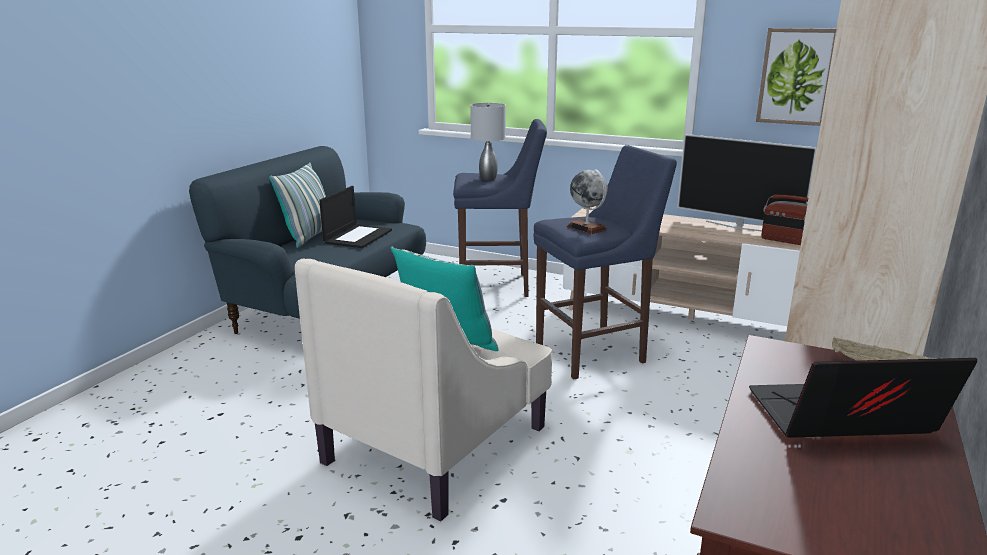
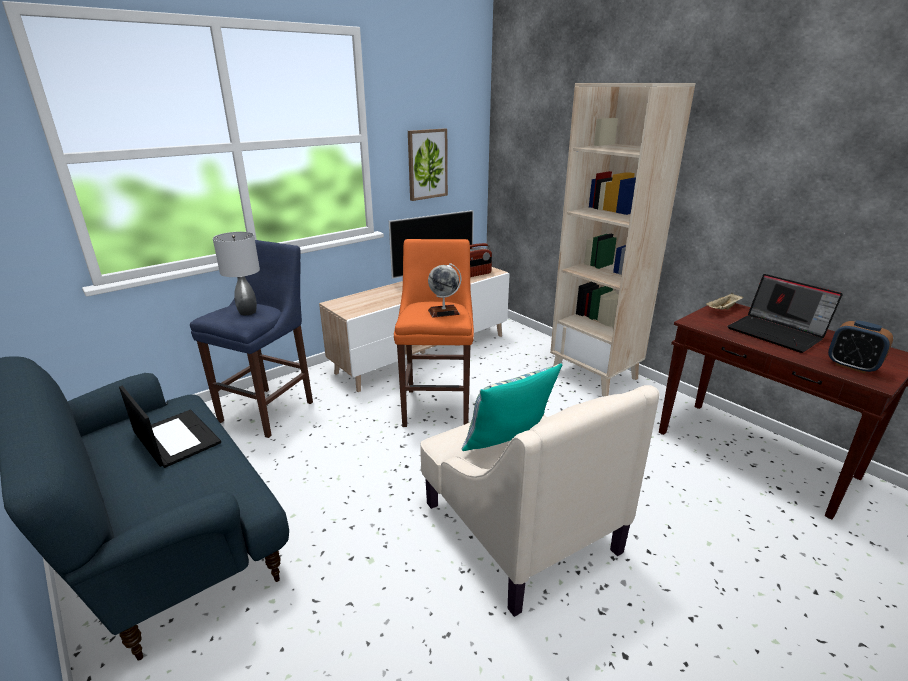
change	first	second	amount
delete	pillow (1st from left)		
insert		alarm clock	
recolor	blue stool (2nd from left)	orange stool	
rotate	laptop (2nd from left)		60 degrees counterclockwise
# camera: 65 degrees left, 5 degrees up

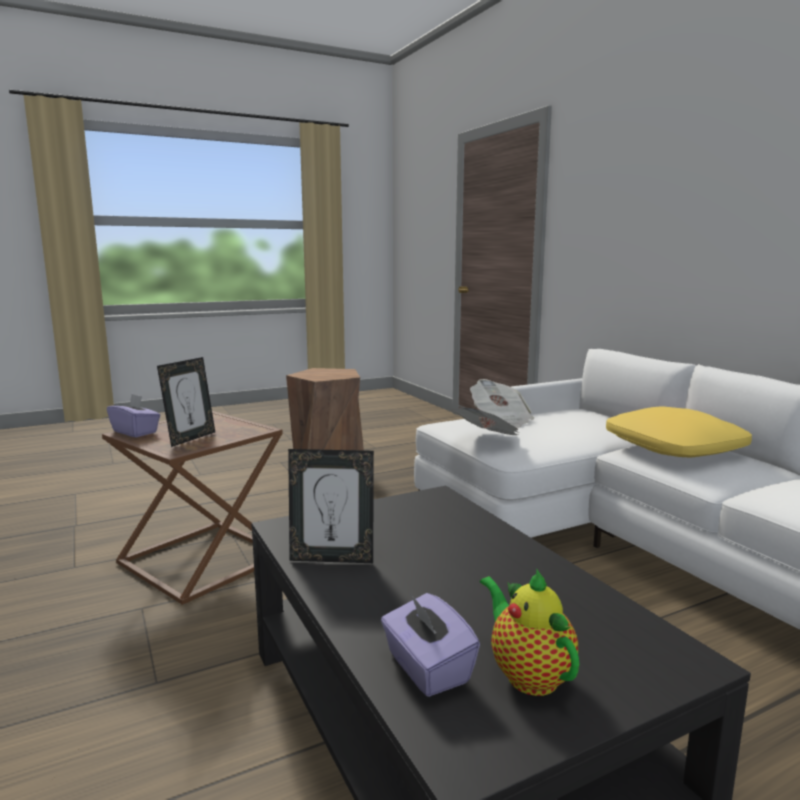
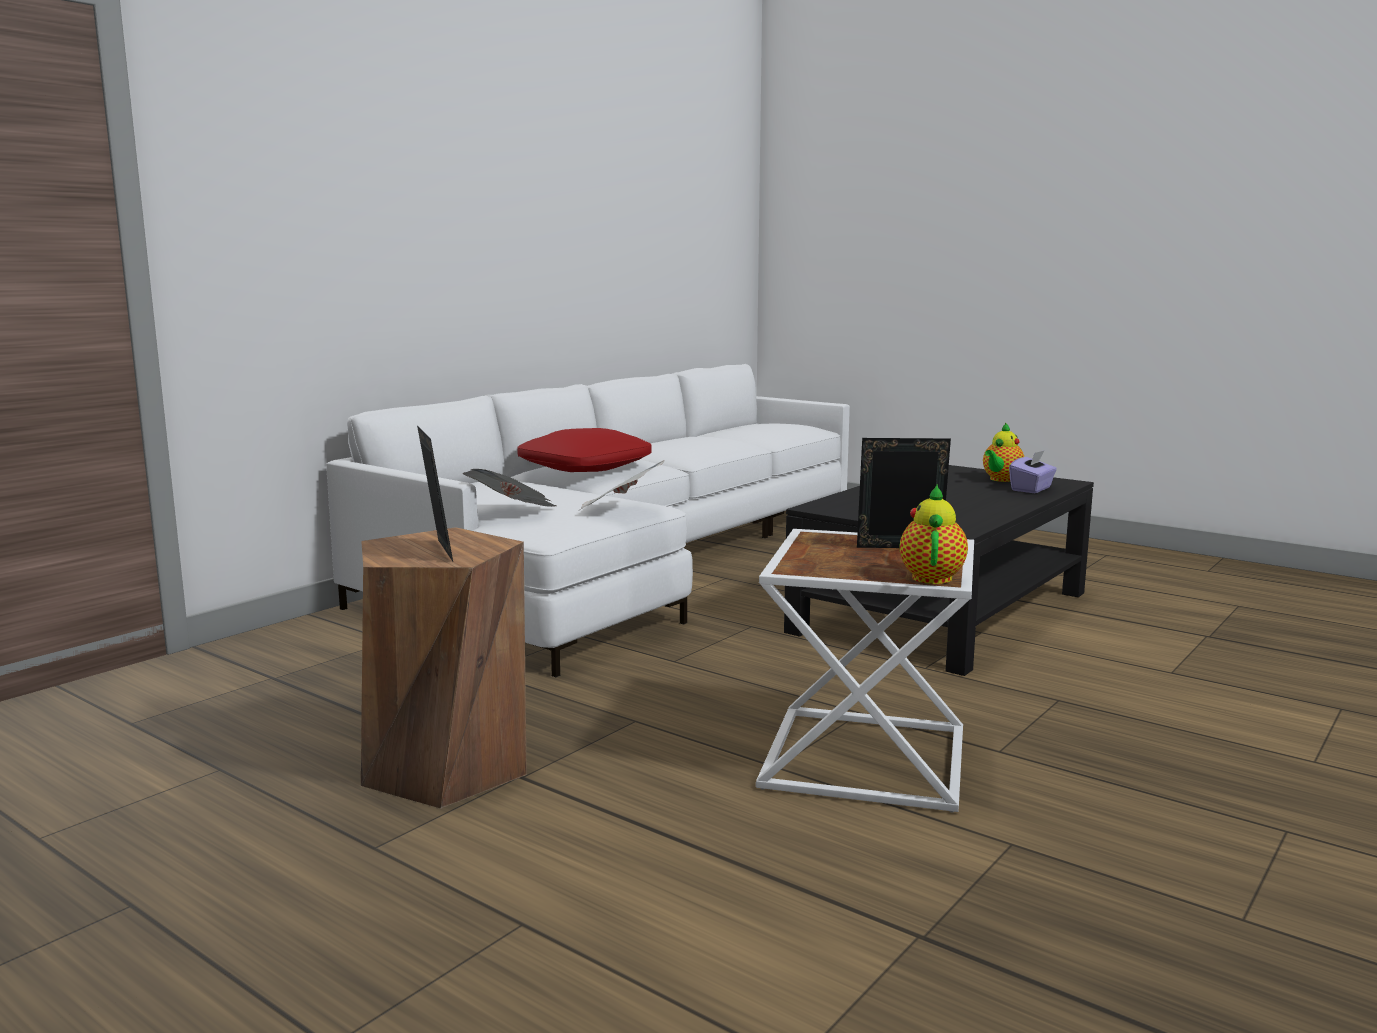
change	first	second	amount
move	picture frame (2nd from left in the first image)	picture frame (1st from left)	
replace	purple tissue box (1st from left)	teapot (1st from left)	
recolor	brown side table	white side table	
recolor	yellow pillow	red pillow	
# camera: 115 degrees left, 0 degrees up

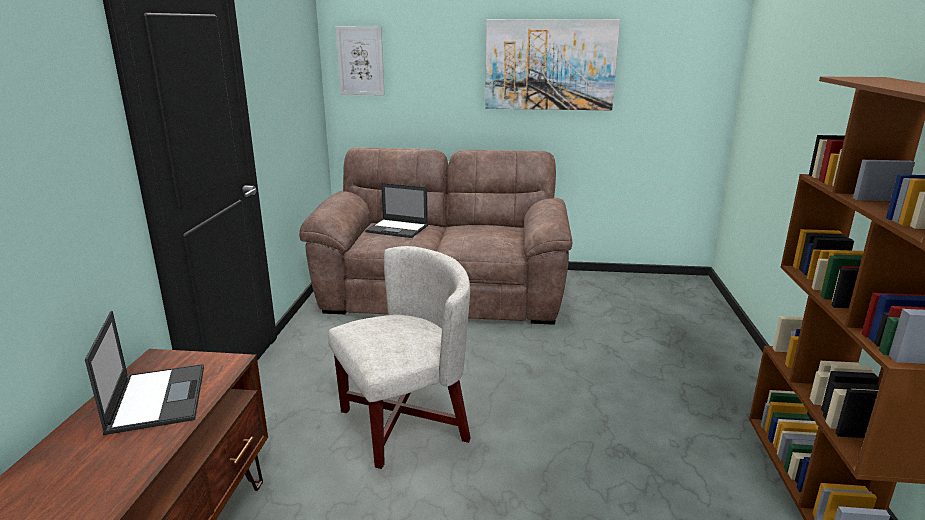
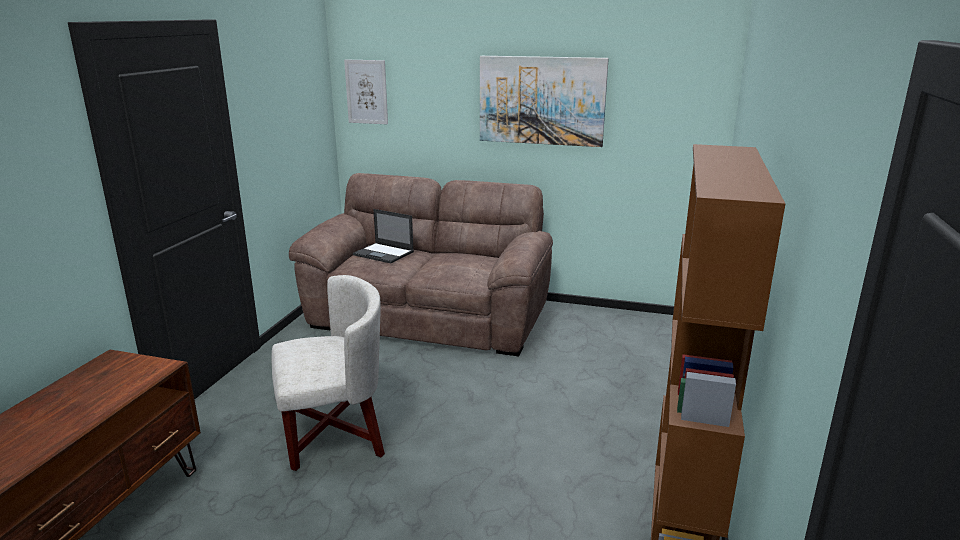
change	first	second	amount
delete	laptop (1st from left)		
# camera: 10 degrees right, 0 degrees up

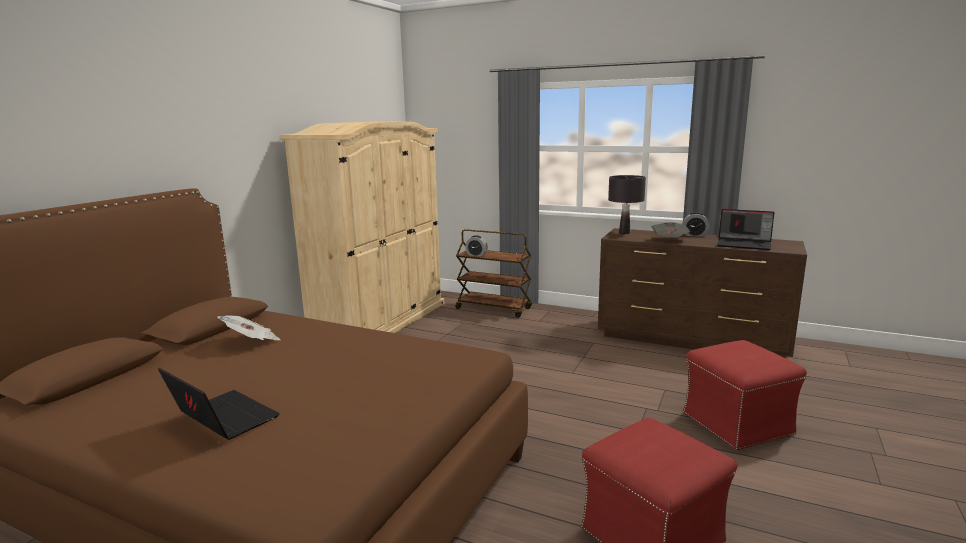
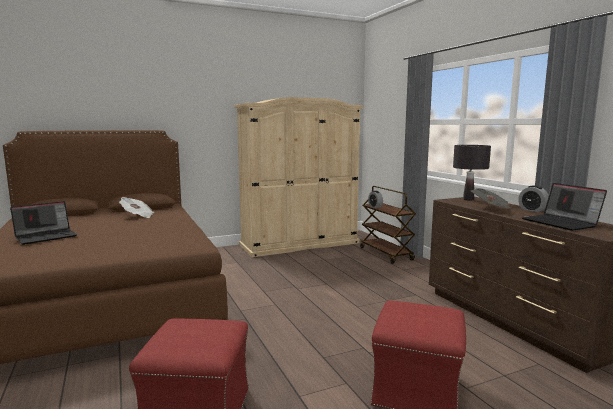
change	first	second	amount
rotate	laptop (1st from left)		60 degrees clockwise
# camera: 40 degrees right, 5 degrees down

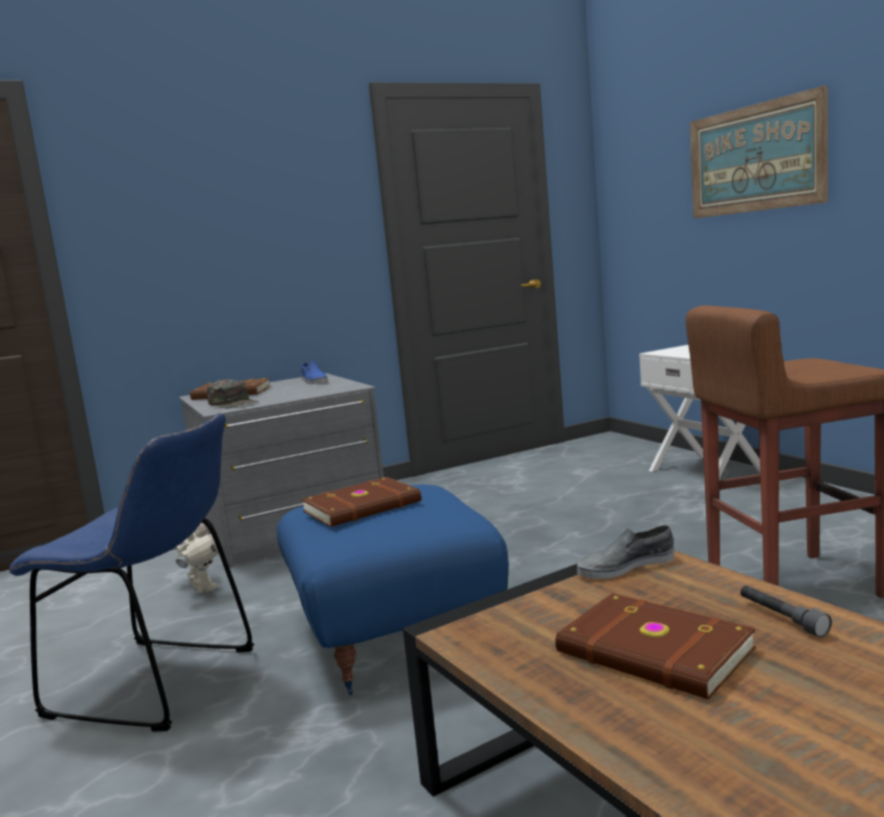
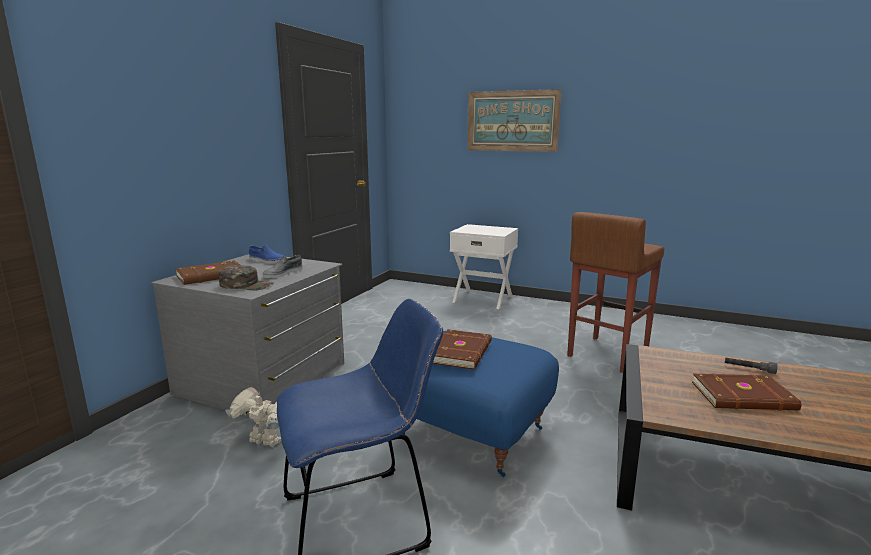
change	first	second	amount
move	grey shoe		
# camera: 40 degrees left, 5 degrees up

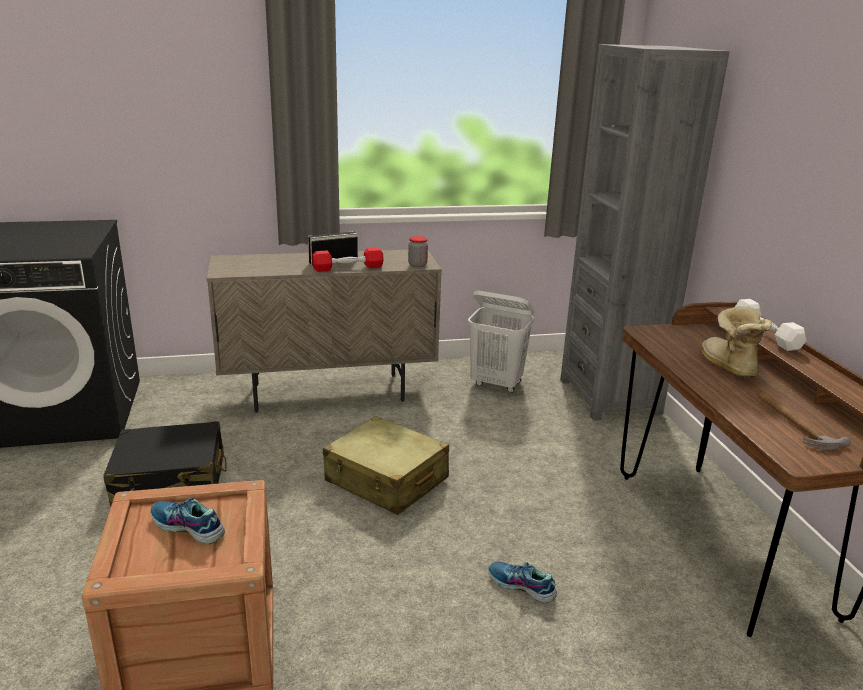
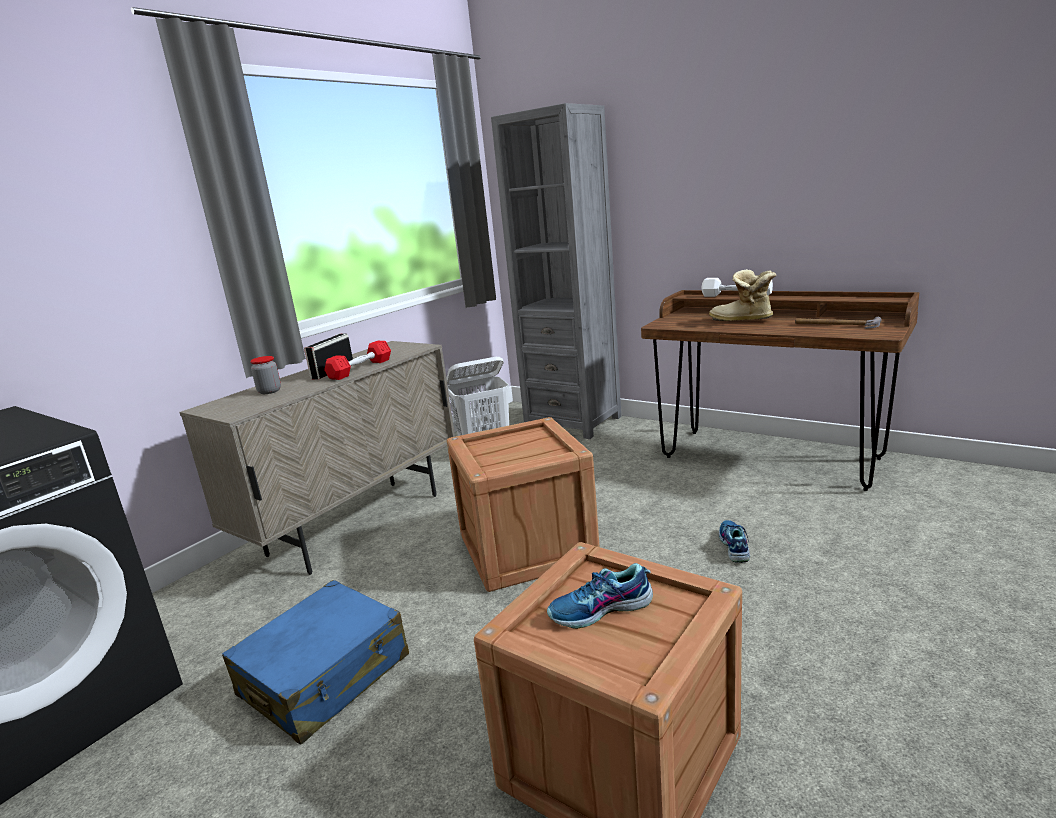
change	first	second	amount
move	jar		
replace	beige suitcase	crate (1st from left)	
recolor	black suitcase	blue suitcase	
rotate	shoe (2nd from left)		105 degrees clockwise
# camera: 40 degrees left, 5 degrees down

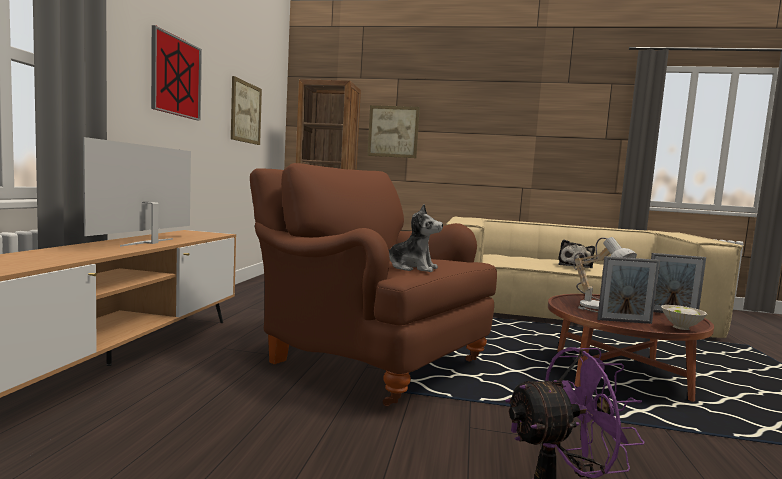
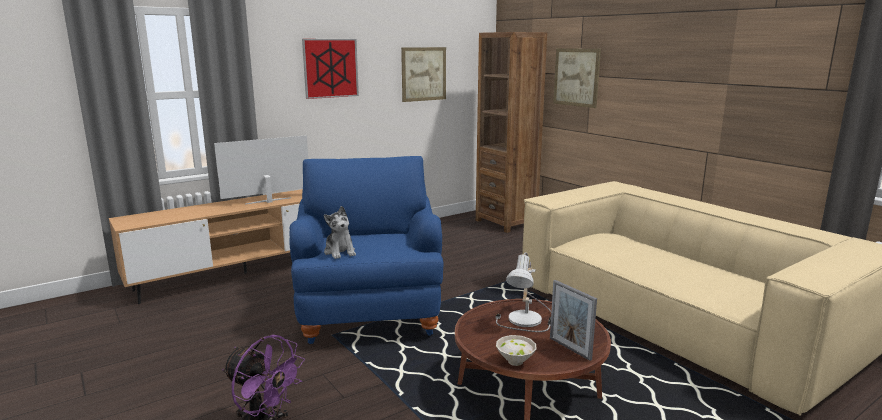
change	first	second	amount
delete	plush toy (2nd from left)		
delete	picture frame (1st from left)		
recolor	brown armchair	blue armchair	
# camera: 45 degrees right, 10 degrees up

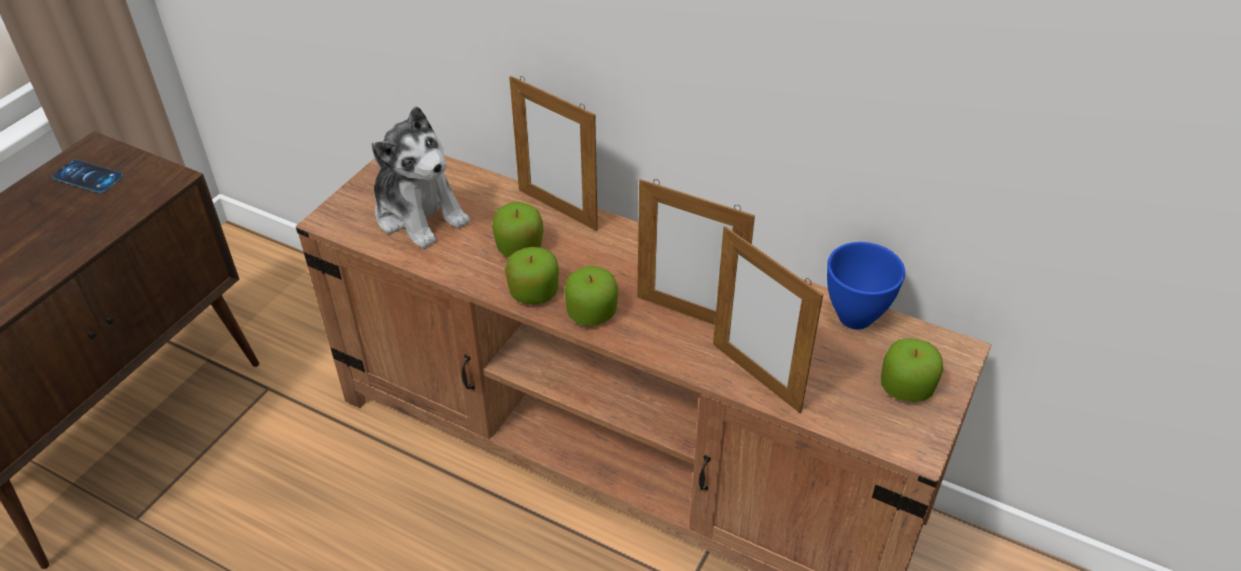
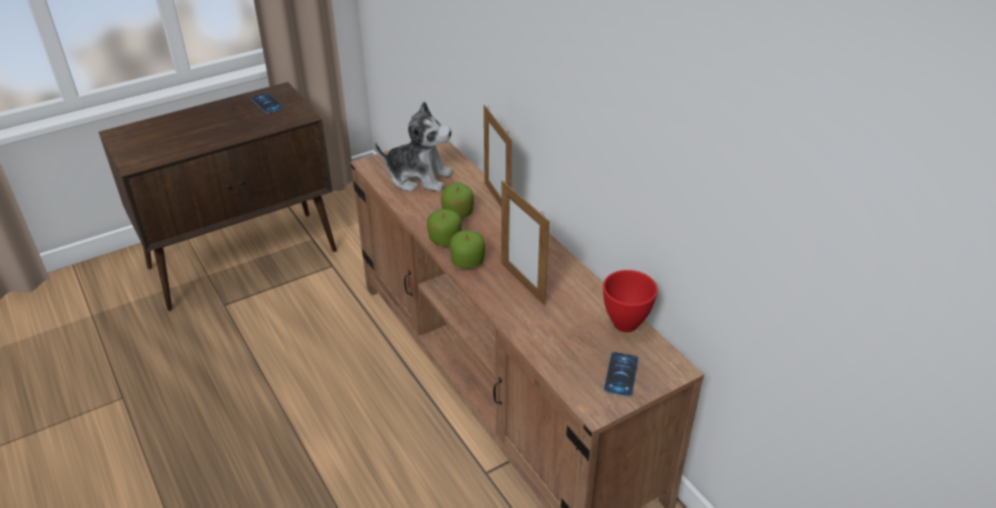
change	first	second	amount
delete	picture frame (3rd from left)		
replace	apple (4th from left)	phone (2nd from left)	
recolor	blue bowl	red bowl	
rotate	plush toy		60 degrees counterclockwise
# camera: 30 degrees right, 5 degrees down

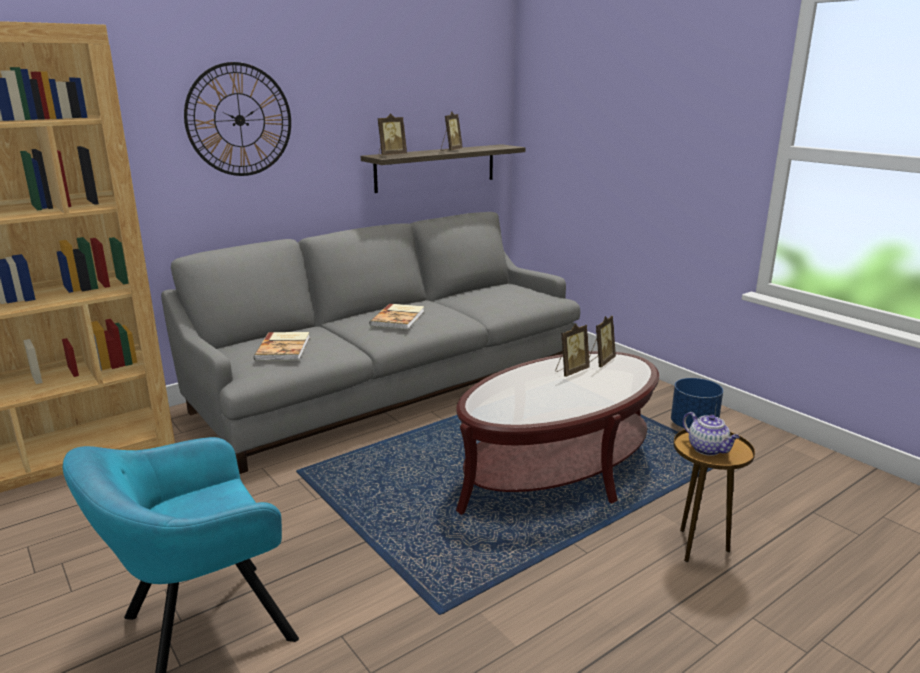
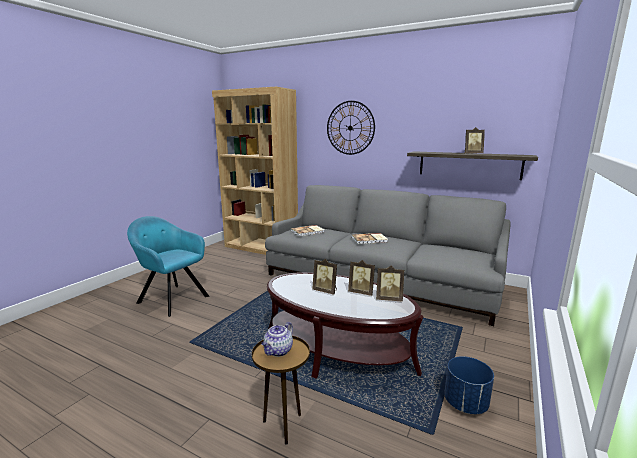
change	first	second	amount
move	picture frame (1st from left)		
# camera: 65 degrees right, 5 degrees down

